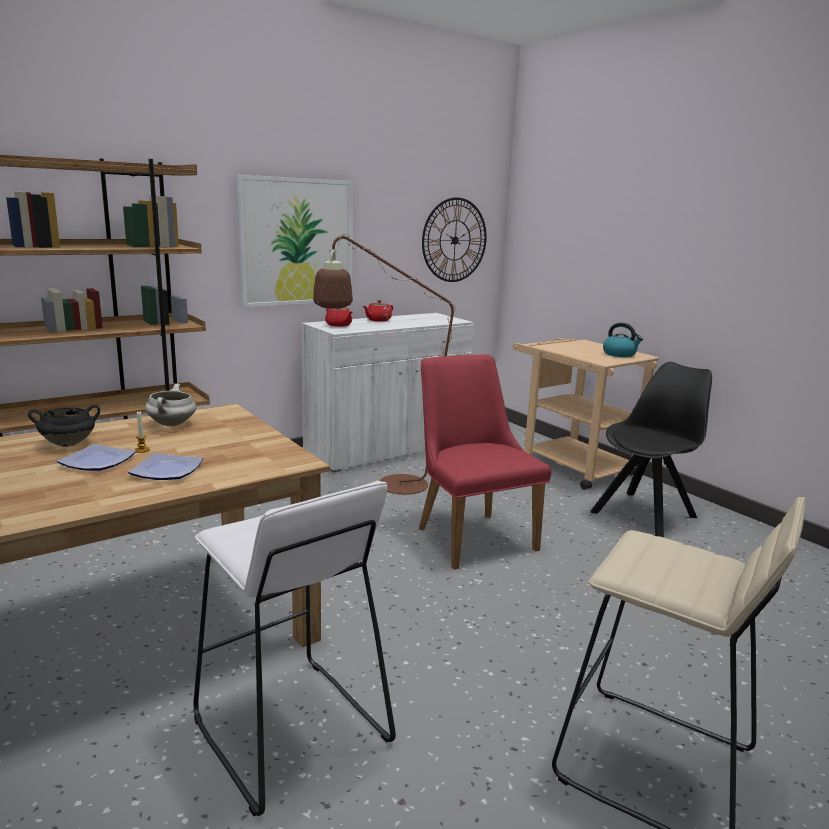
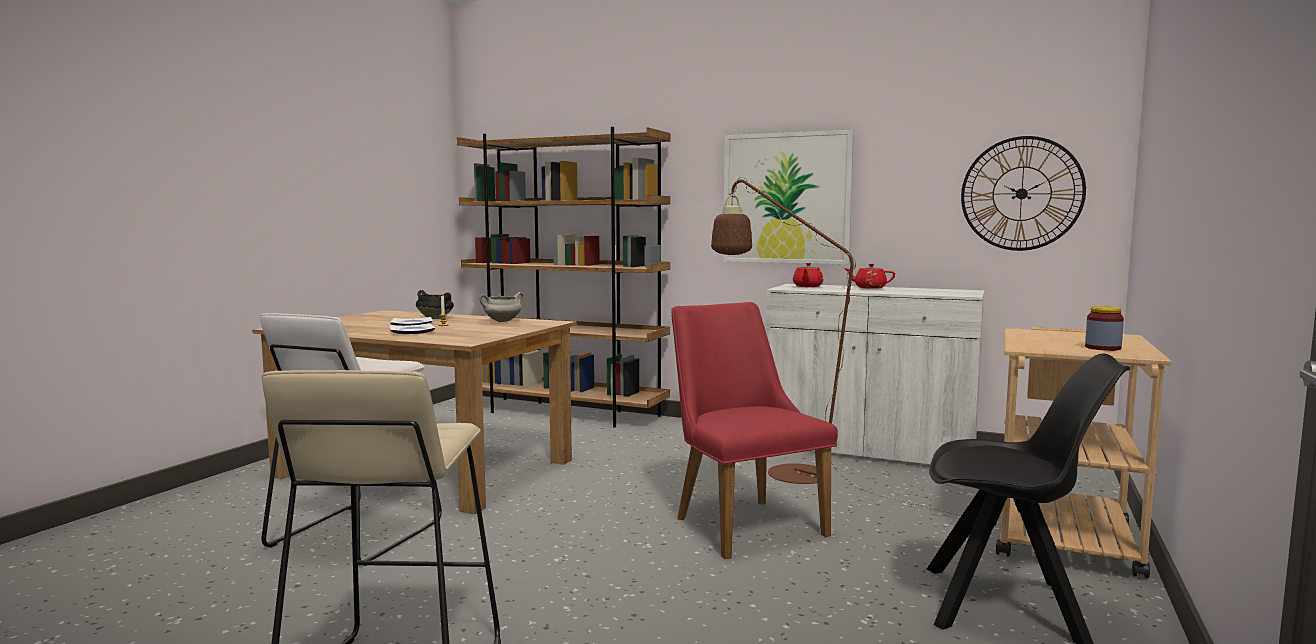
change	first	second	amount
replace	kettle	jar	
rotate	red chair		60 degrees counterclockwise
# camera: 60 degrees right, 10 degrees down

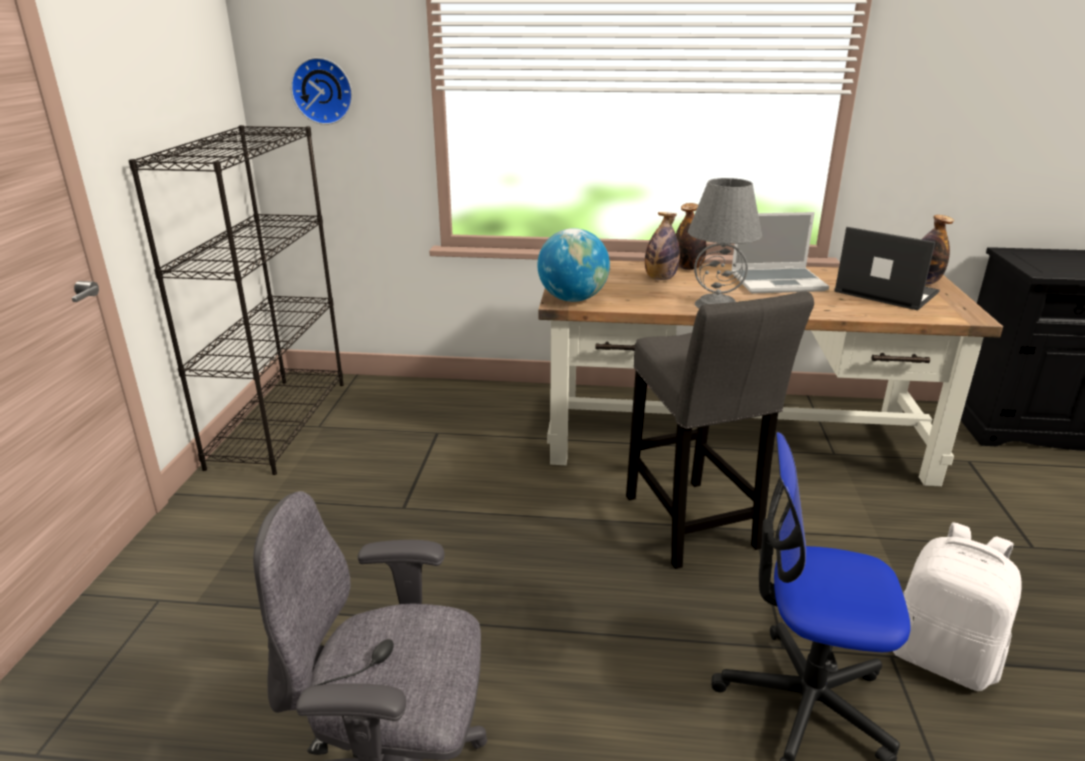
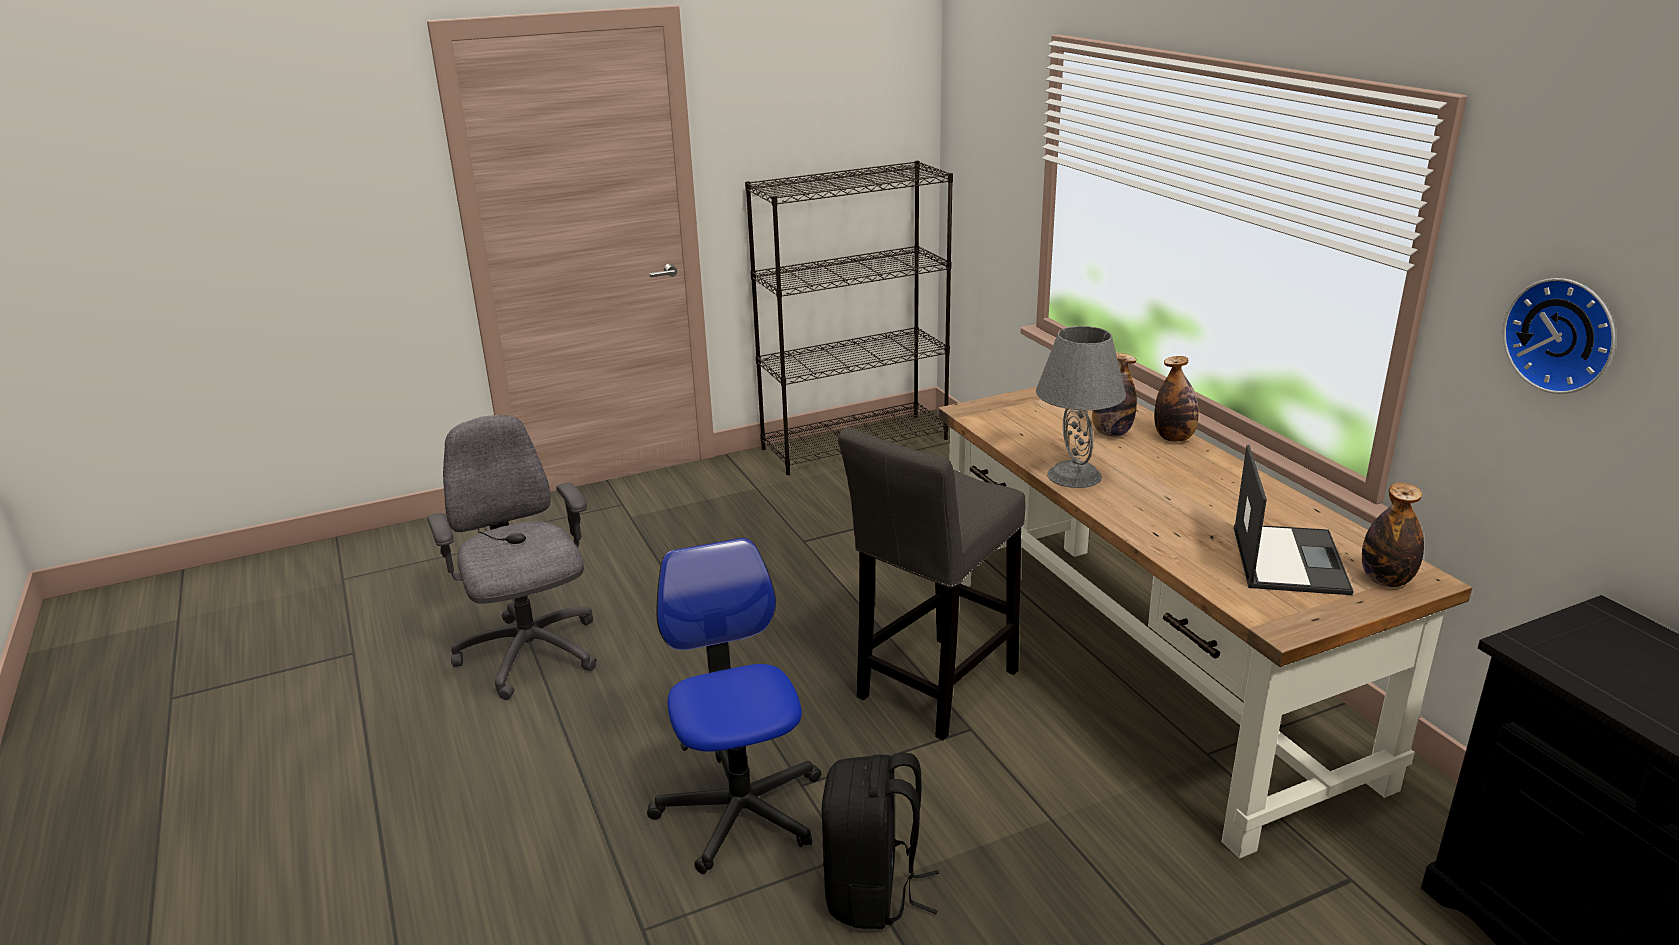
change	first	second	amount
delete	globe		
delete	laptop (1st from left)		
move	wall clock		
recolor	white backpack	black backpack	
# camera: 60 degrees right, 0 degrees up

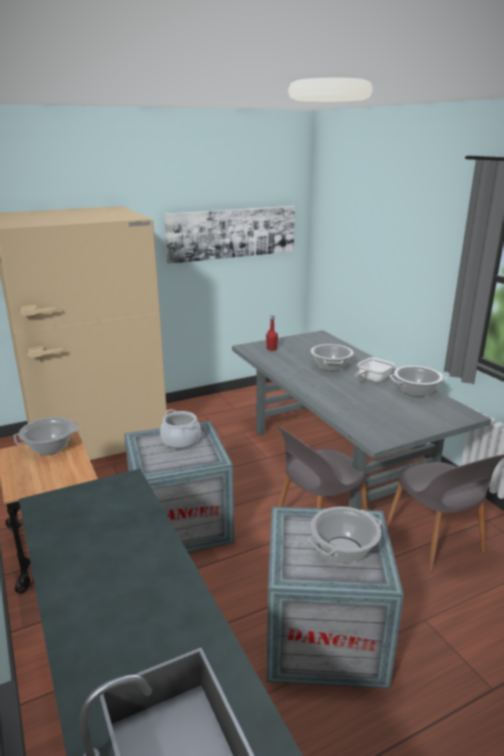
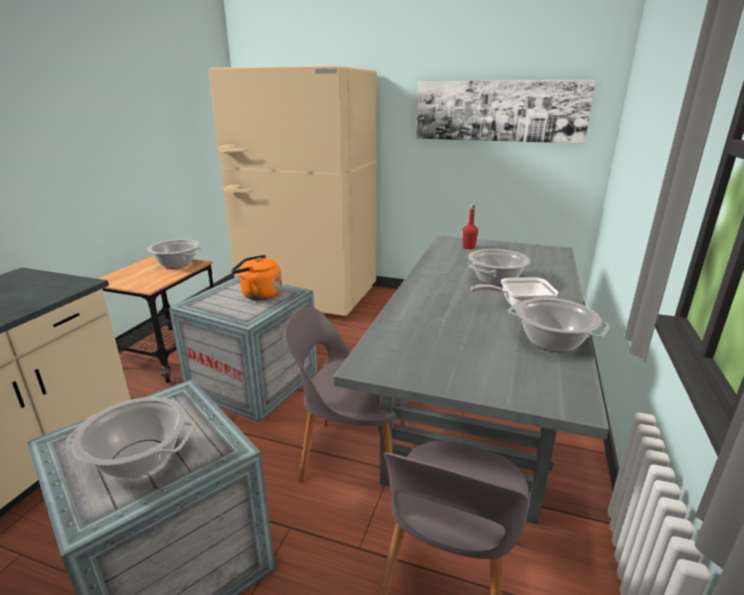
change	first	second	amount
replace	cooking pot (2nd from left)	orange kettle	
# camera: 45 degrees right, 0 degrees up

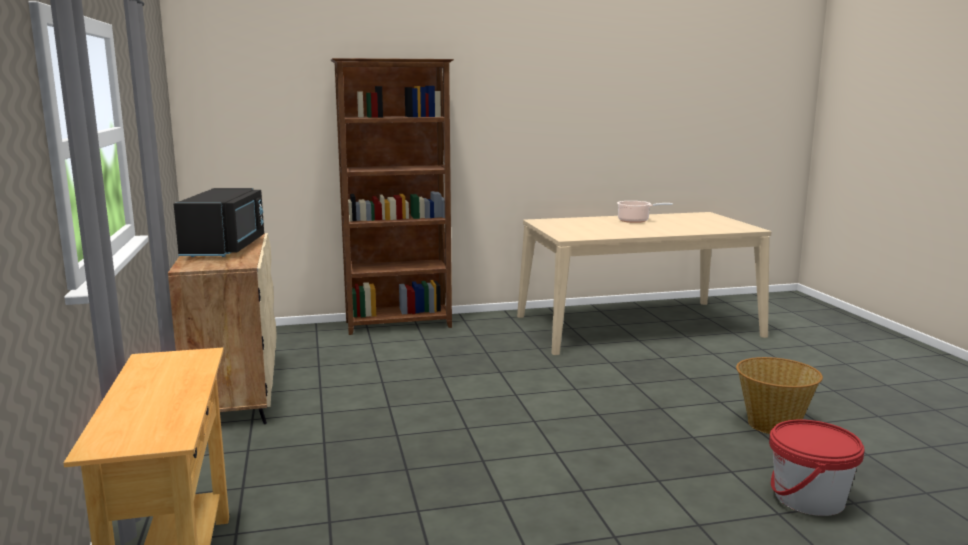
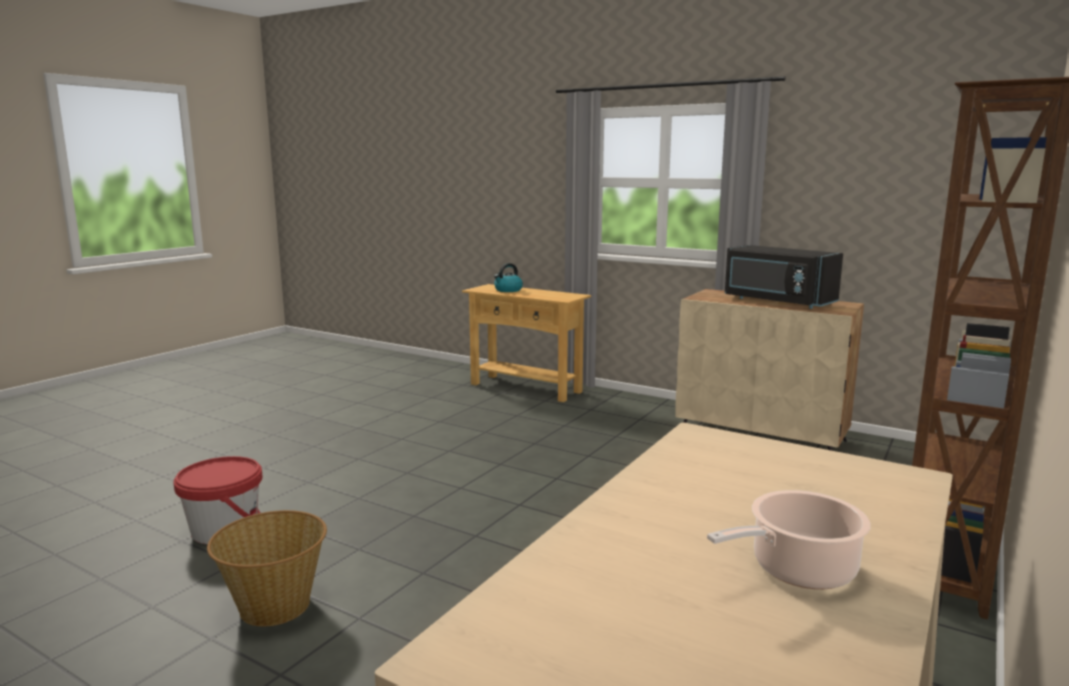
change	first	second	amount
insert		kettle	
# camera: 135 degrees right, 0 degrees up

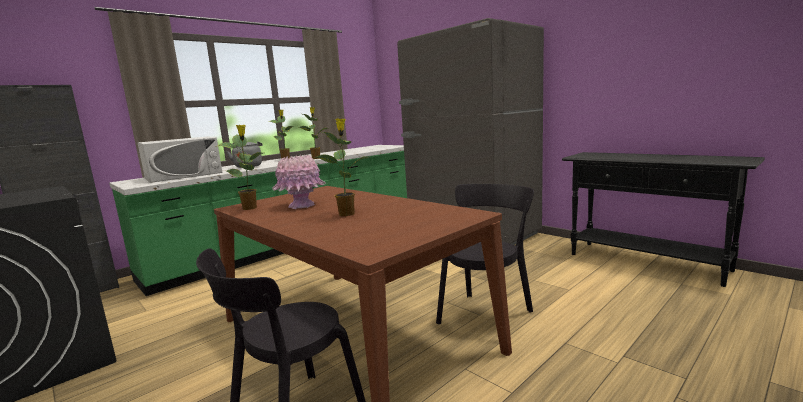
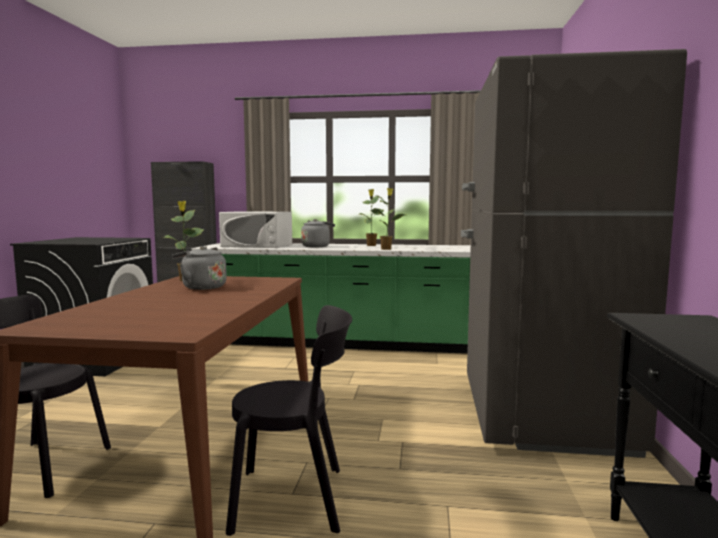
change	first	second	amount
delete	potted plant (4th from left)		
replace	pink vase	grey kettle (1st from left)	
# camera: 50 degrees right, 5 degrees down

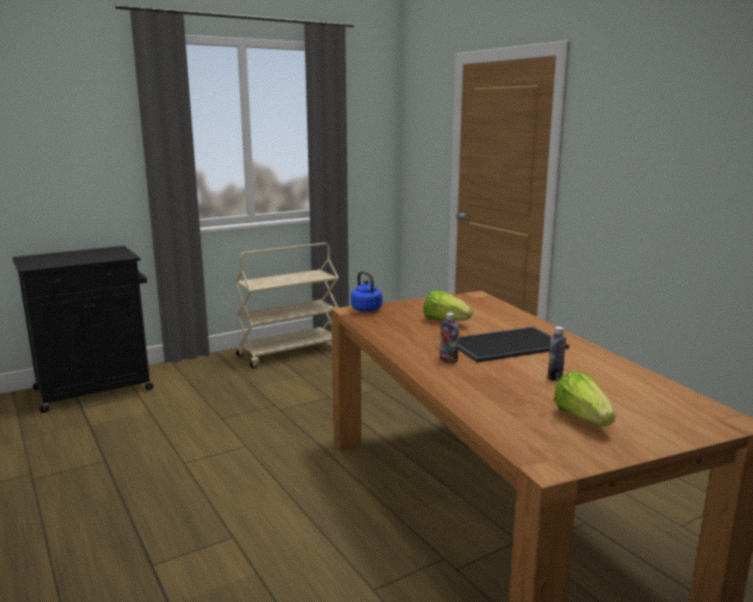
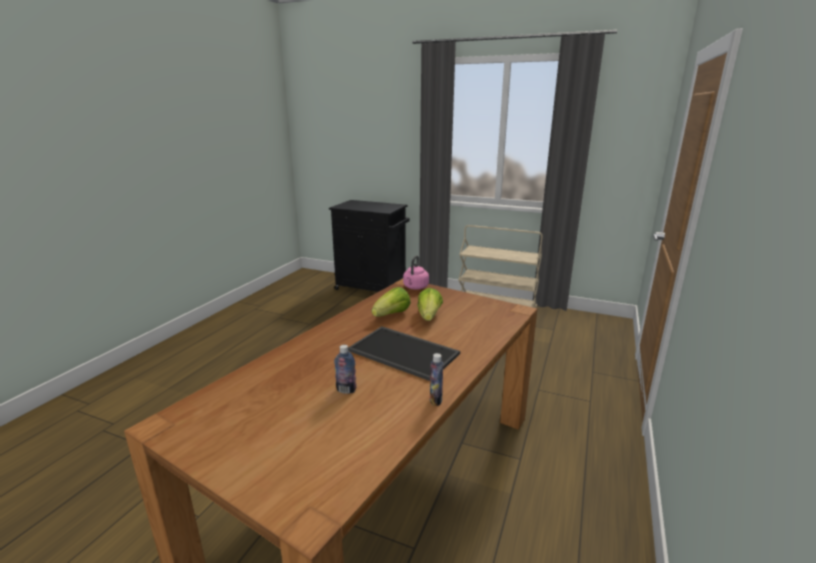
change	first	second	amount
move	bottle (1st from left in the first image)	bottle (2nd from left)	
move	lettuce (2nd from left in the first image)	lettuce (1st from left)	
recolor	blue kettle	pink kettle	
# camera: 55 degrees right, 5 degrees up

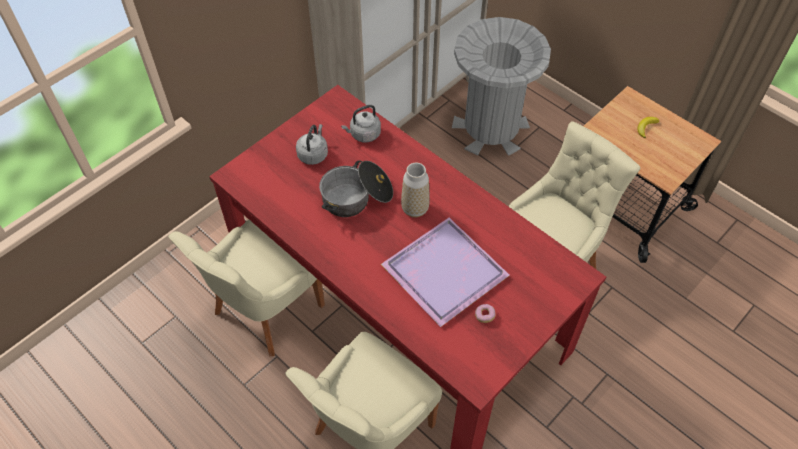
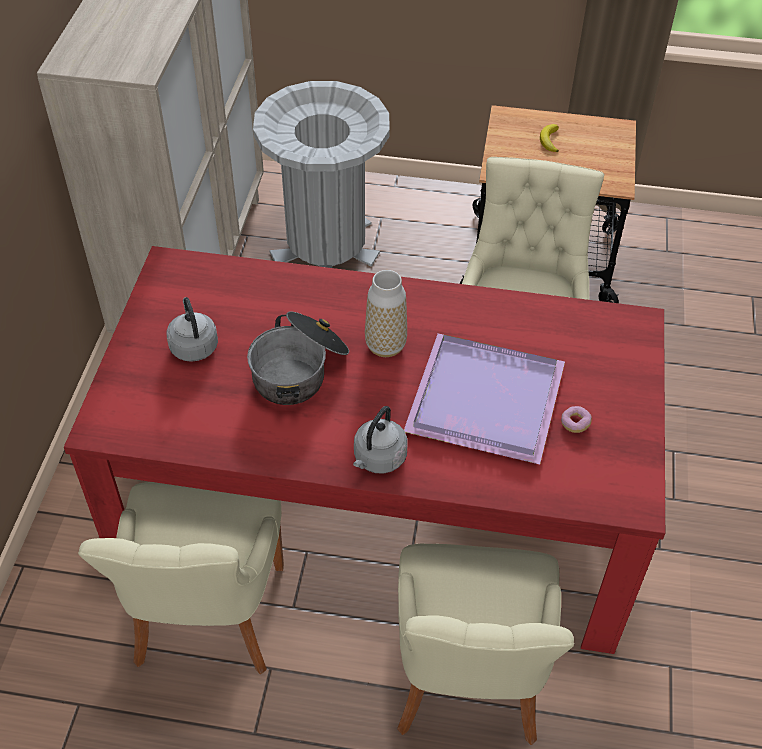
change	first	second	amount
move	grey kettle (2nd from left)		
# camera: 35 degrees left, 5 degrees down

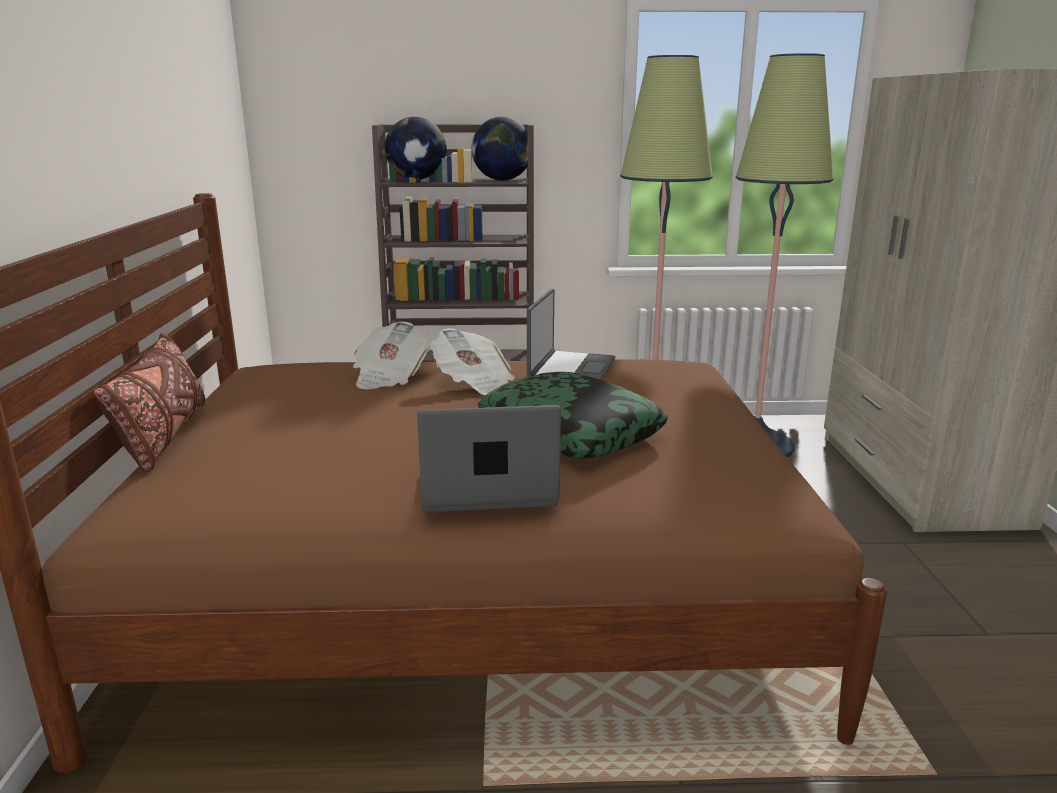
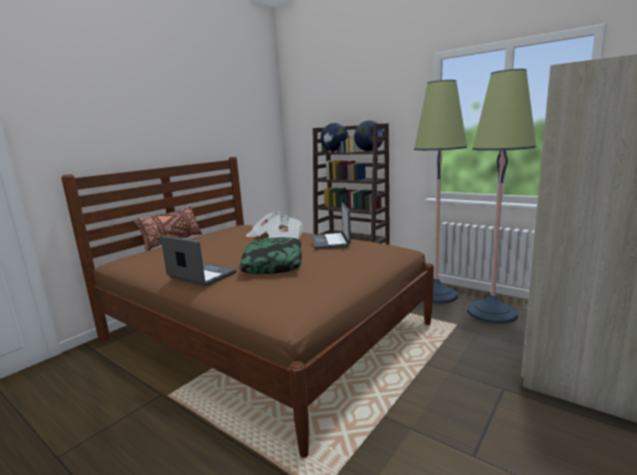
change	first	second	amount
rotate	laptop (2nd from left)		120 degrees clockwise
# camera: 40 degrees right, 5 degrees down

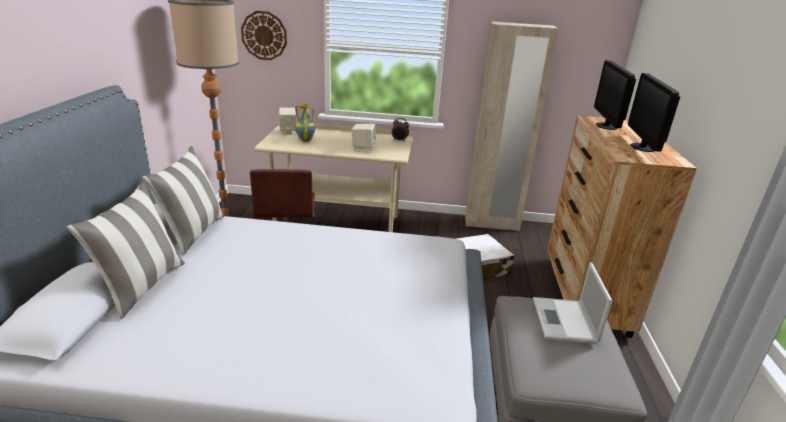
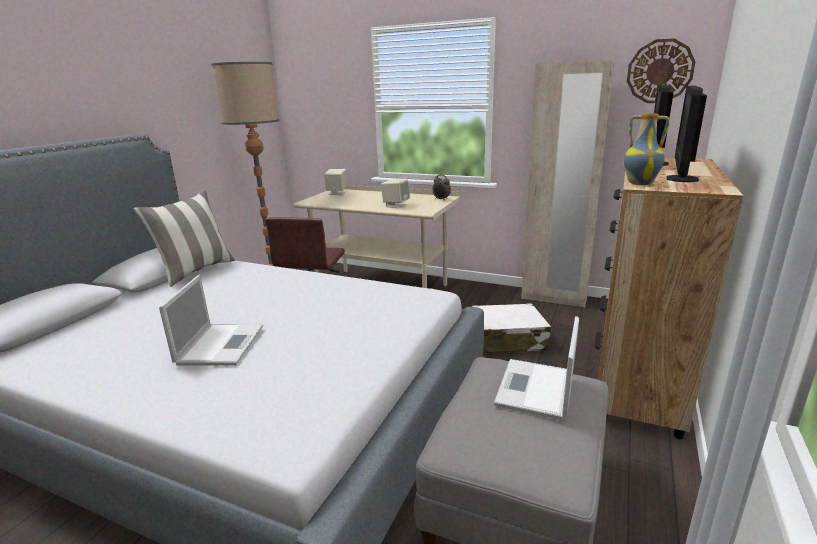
change	first	second	amount
delete	pillow (1st from left)		
insert		laptop (1st from left)	
move	wall clock		
move	vase		
# camera: 20 degrees right, 5 degrees down

